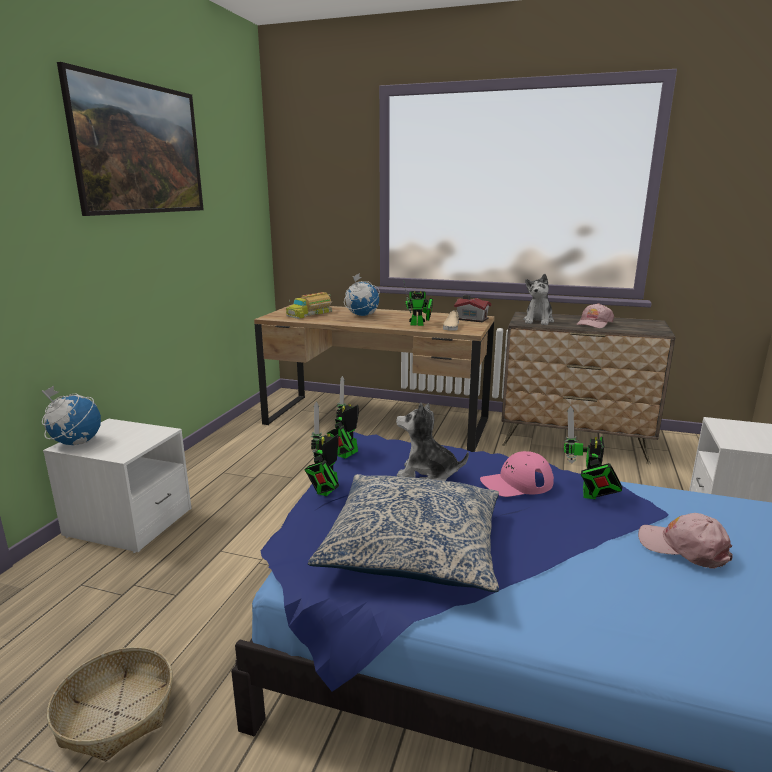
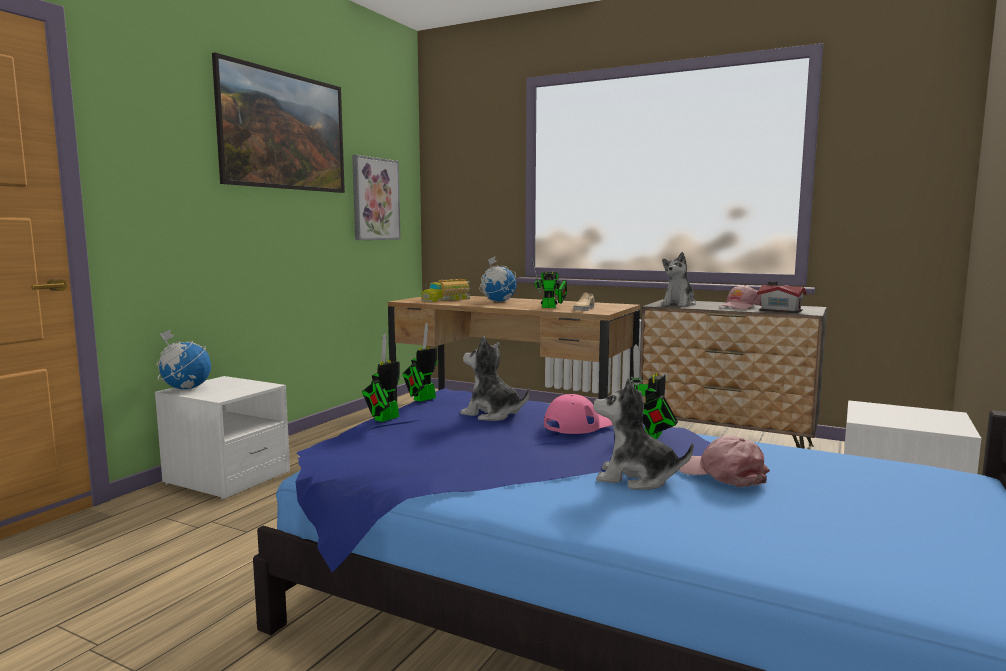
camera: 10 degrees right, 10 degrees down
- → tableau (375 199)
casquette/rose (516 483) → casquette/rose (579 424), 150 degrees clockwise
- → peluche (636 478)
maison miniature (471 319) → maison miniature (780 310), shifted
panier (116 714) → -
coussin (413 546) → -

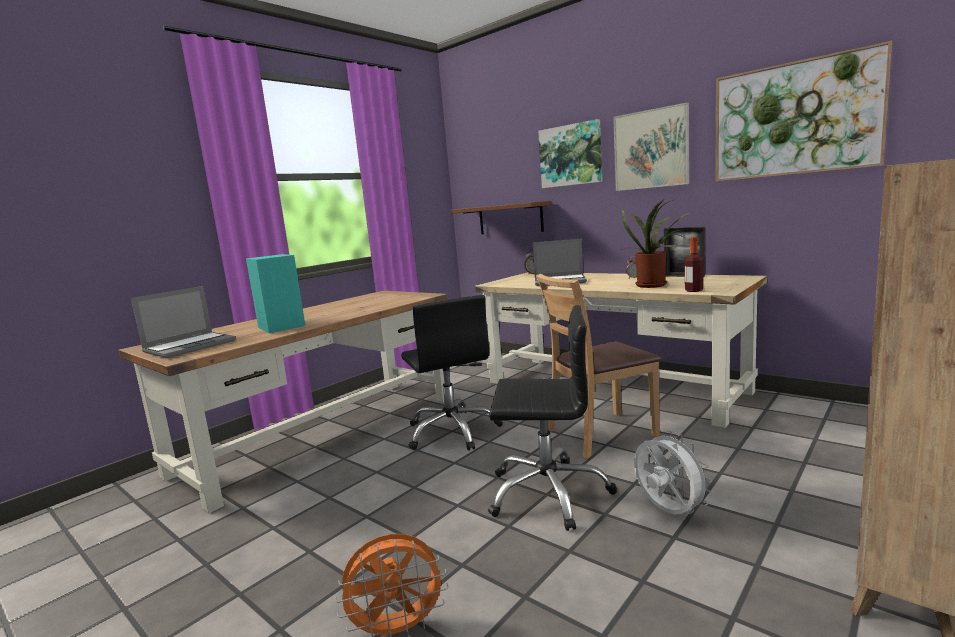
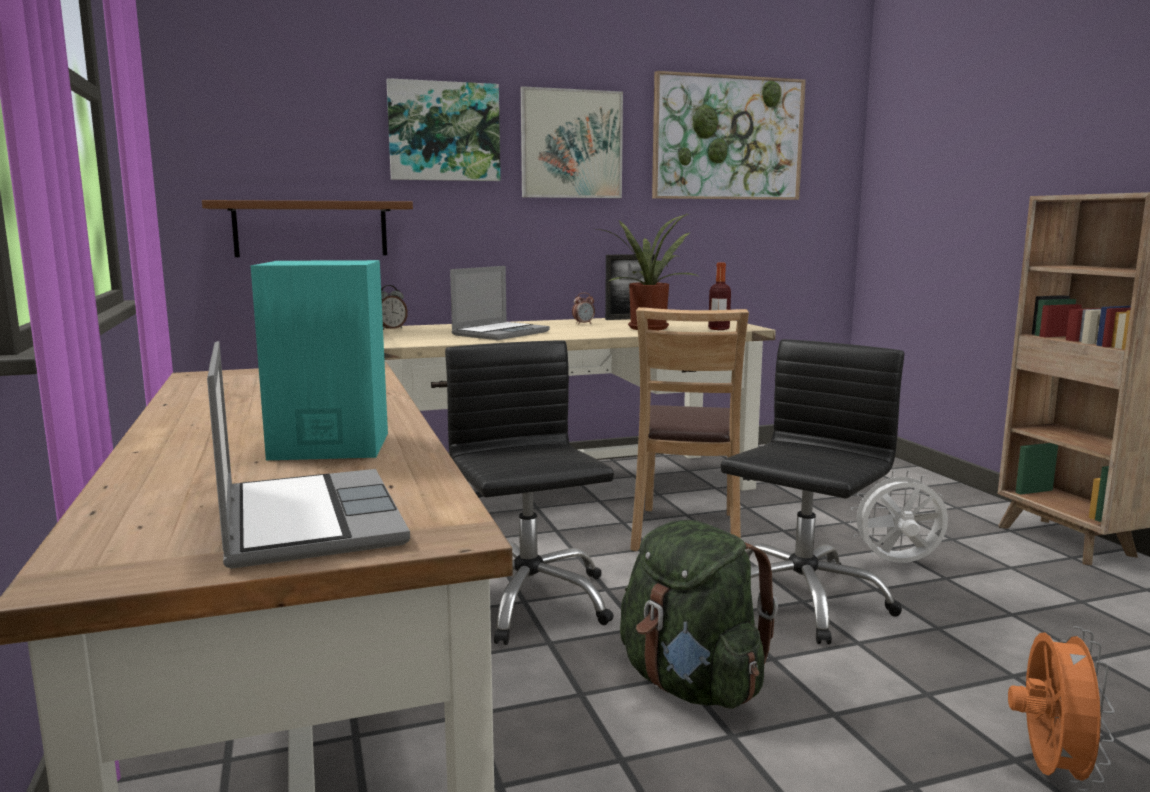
camera: 60 degrees left, 0 degrees up
chaise de bureau/noir (453 431) → chaise de bureau/noir (528 601), 120 degrees counterclockwise
- → sac à dos/vert (691 684)

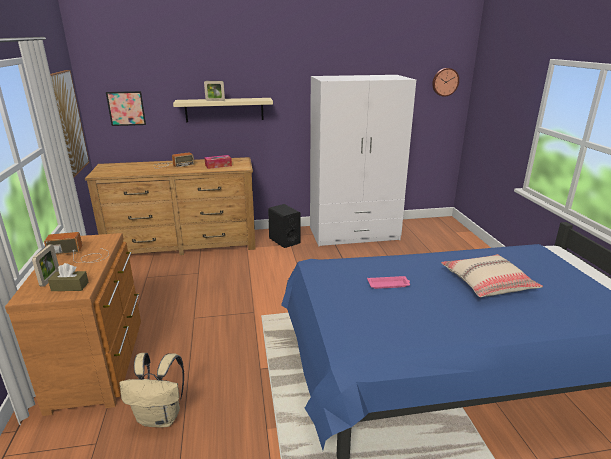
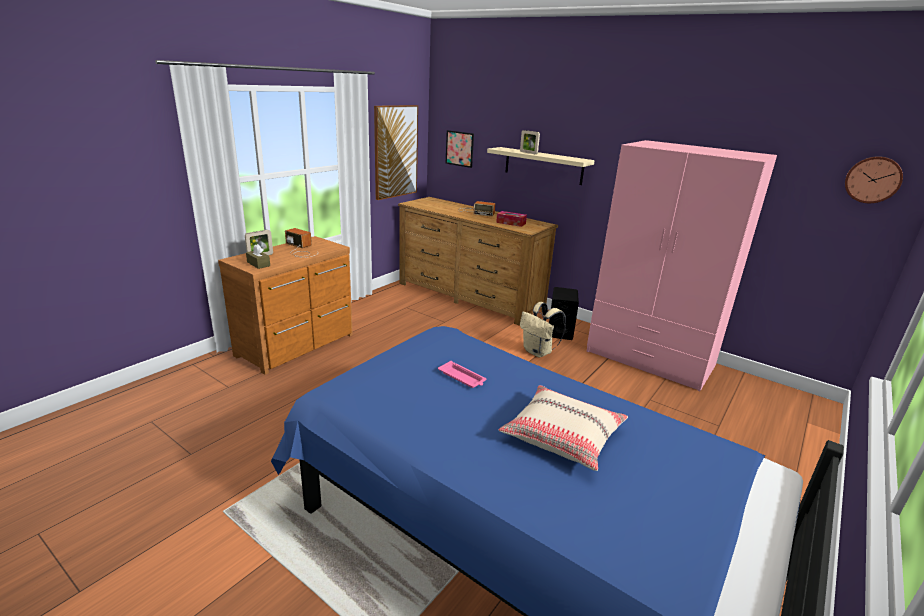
camera: 45 degrees right, 0 degrees up
sac à dos/beige (161 417) → sac à dos/beige (538 352), shifted
armoire/blanc (354 234) → armoire/rose (650 359)

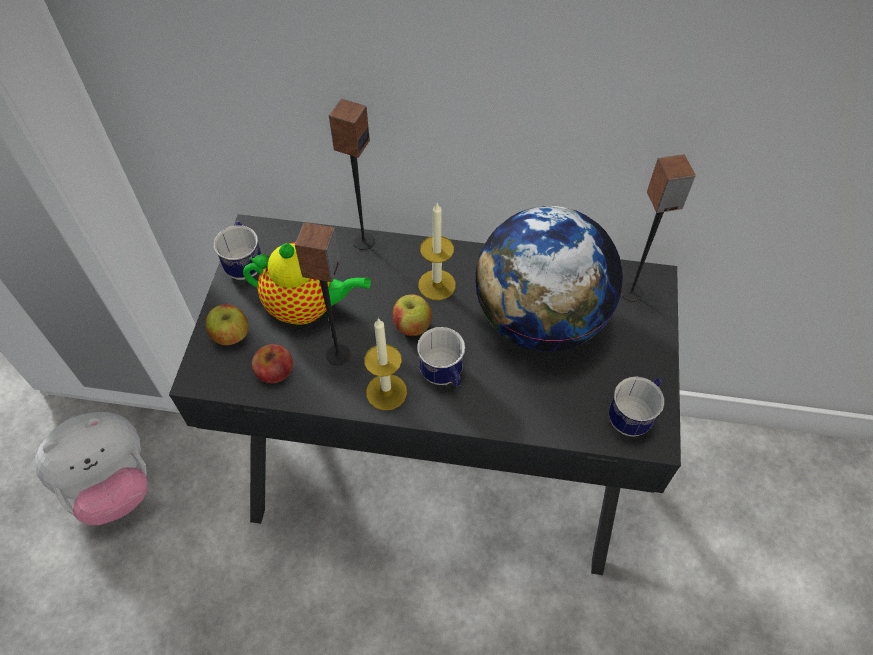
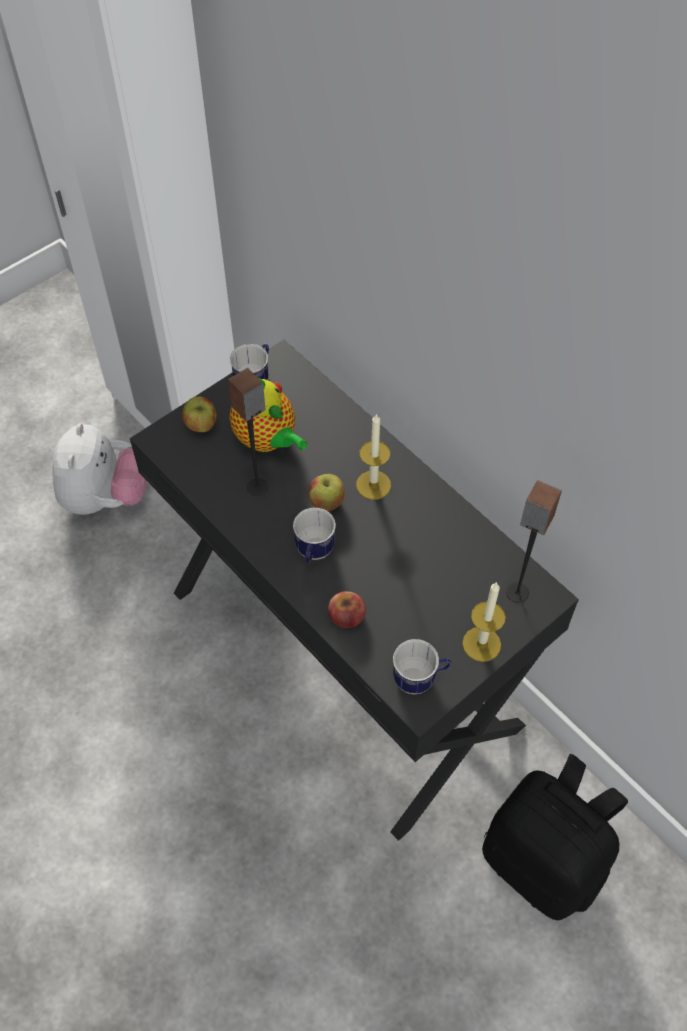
camera: 40 degrees right, 0 degrees up
peluche (113 485) → peluche (105 497), 90 degrees counterclockwise
pomme (274 370) → pomme (346 615), shifted
bougie (386 392) → bougie (481 644), shifted
- → sac à dos/noir (543 861)
enceinte (363 241) → -
globe (539 319) → -

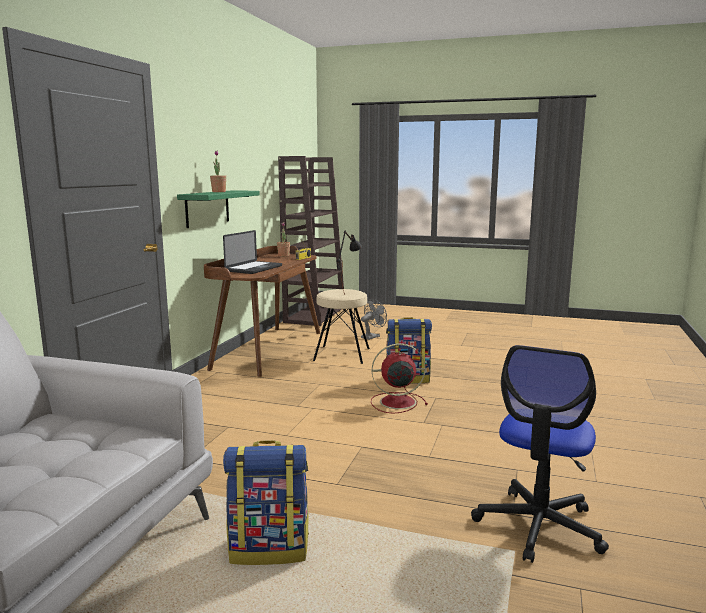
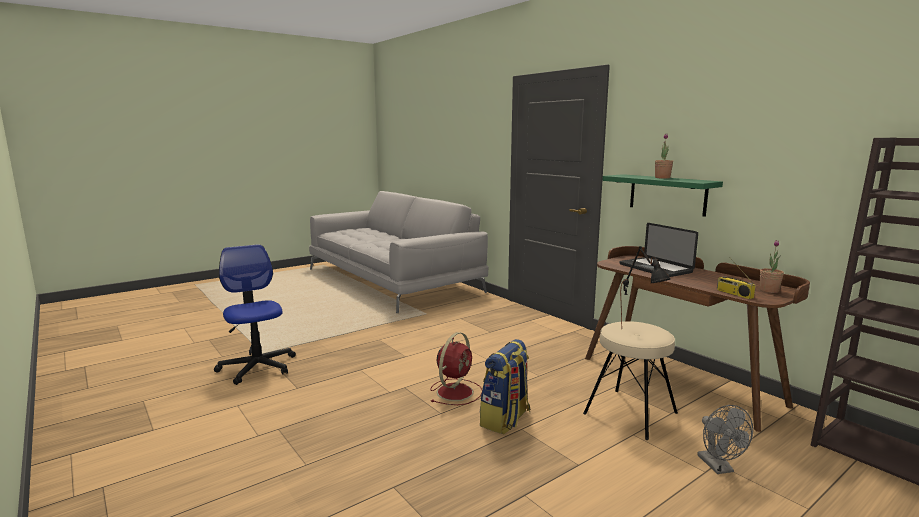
camera: 125 degrees right, 0 degrees up
sac à dos (270 549) → -

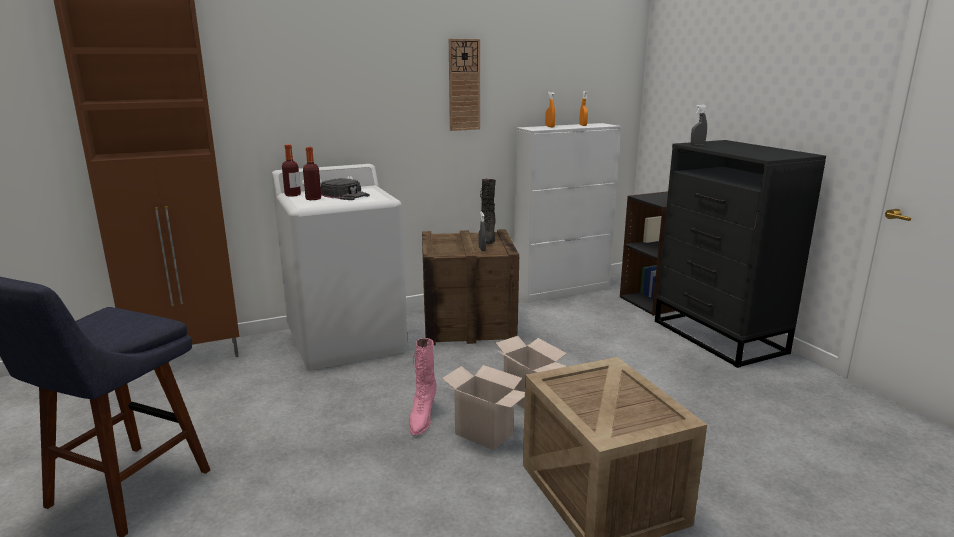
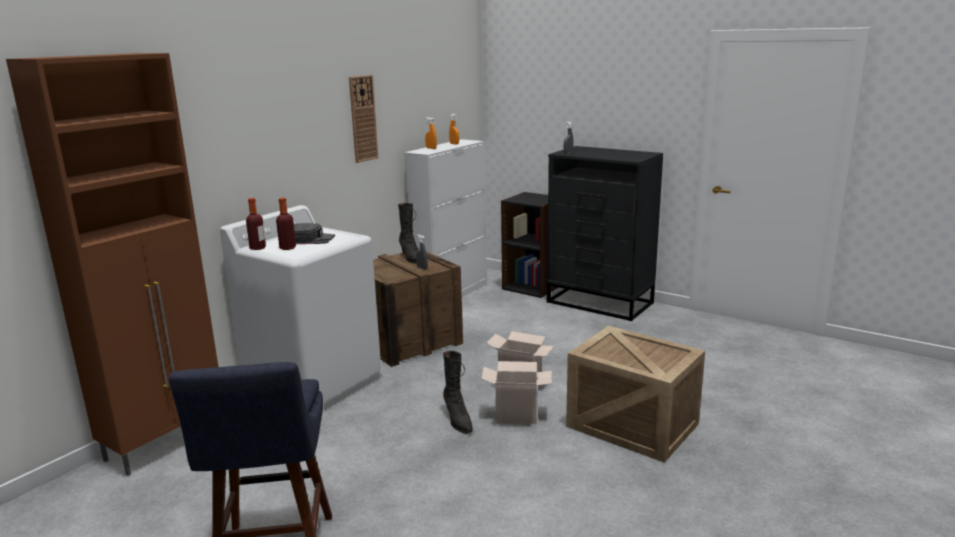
camera: 30 degrees left, 0 degrees up
botte/rose (422 418) → botte/noir (458 420)

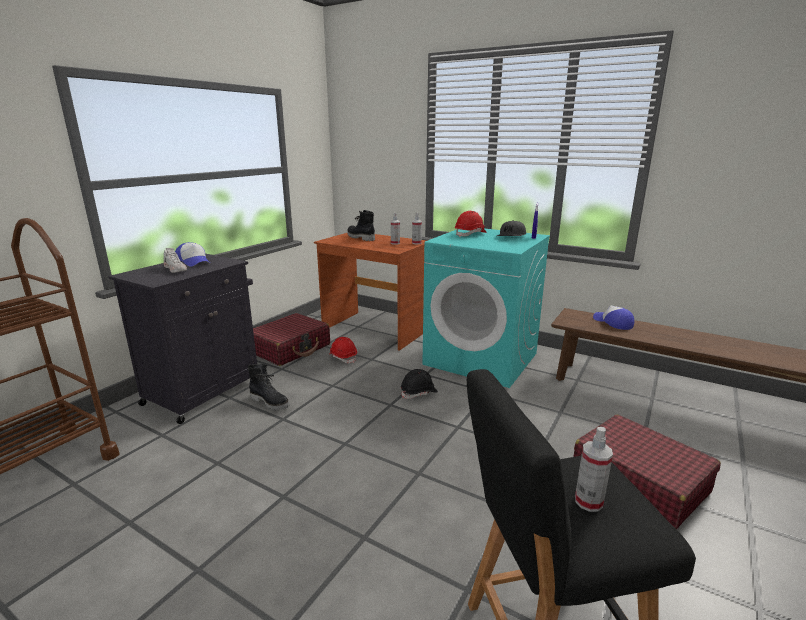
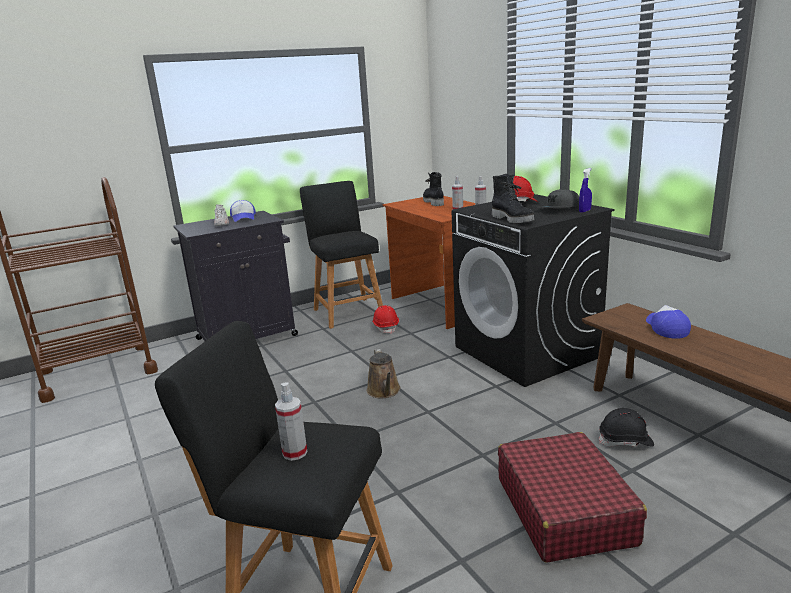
camera: 30 degrees right, 0 degrees up
valise/rouge (290 348) → tabouret/noir (347 311)
- → arrosoir/marron (384 391)
lave-linge/turquoise (481 359) → lave-linge/noir (527 352)
botte/noir (270 402) → botte/noir (513 220), shifted
casque de chantier/noir (419 393) → casque de chantier/noir (625 441), shifted

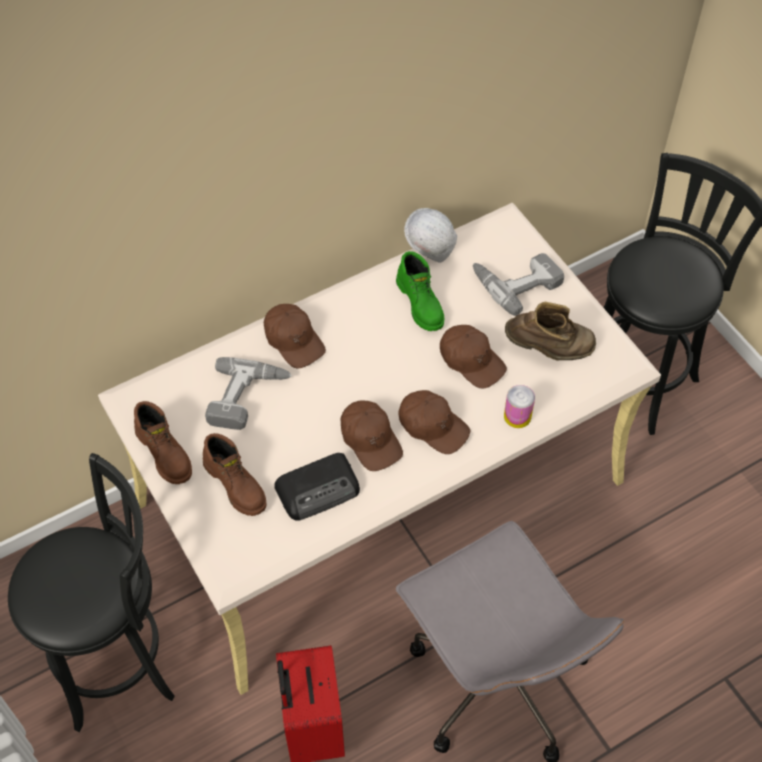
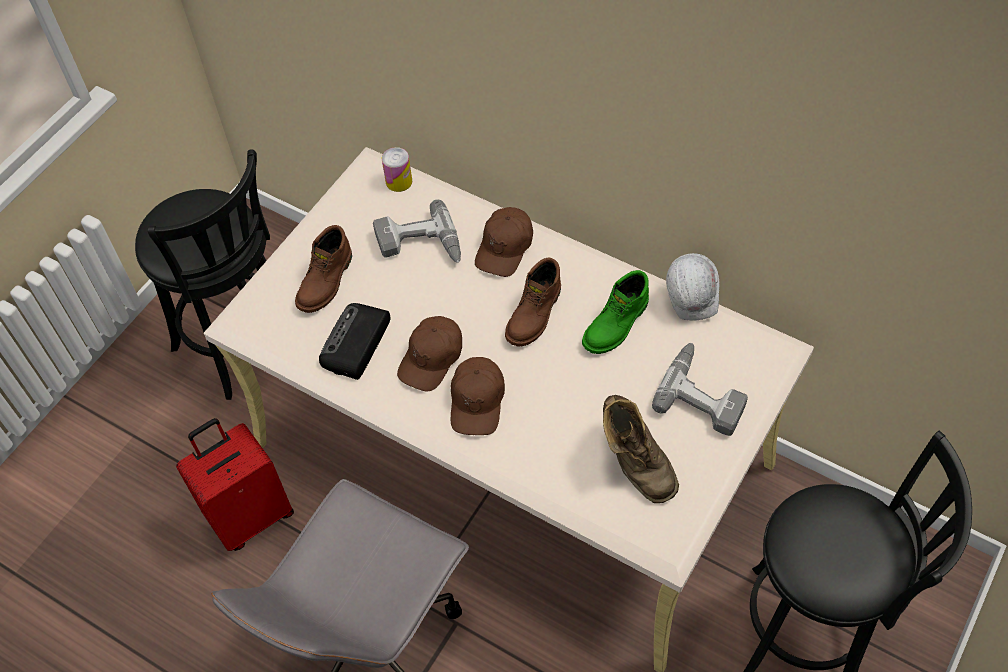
camera: 65 degrees right, 0 degrees up
radio (319 489) → radio (355 344), 75 degrees clockwise
boîte métallique (517 416) → boîte métallique (399 181), shifted
botte/marron (165 453) → botte/marron (535 315), shifted
casquette/marron (471 360) → -

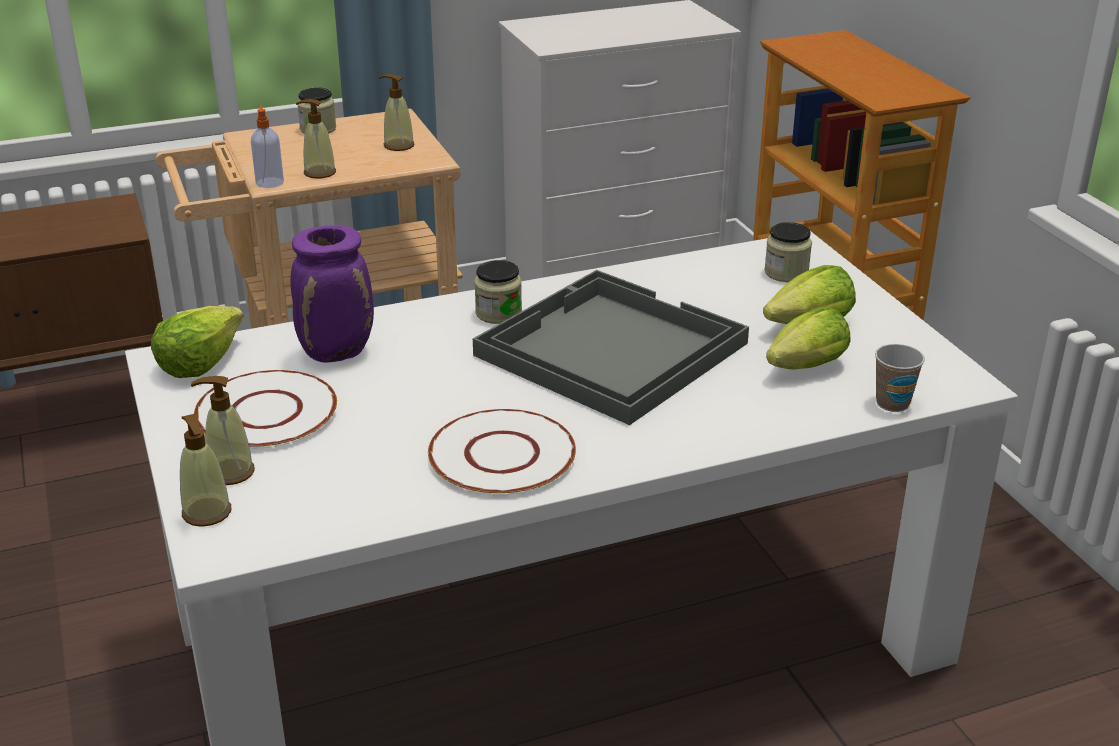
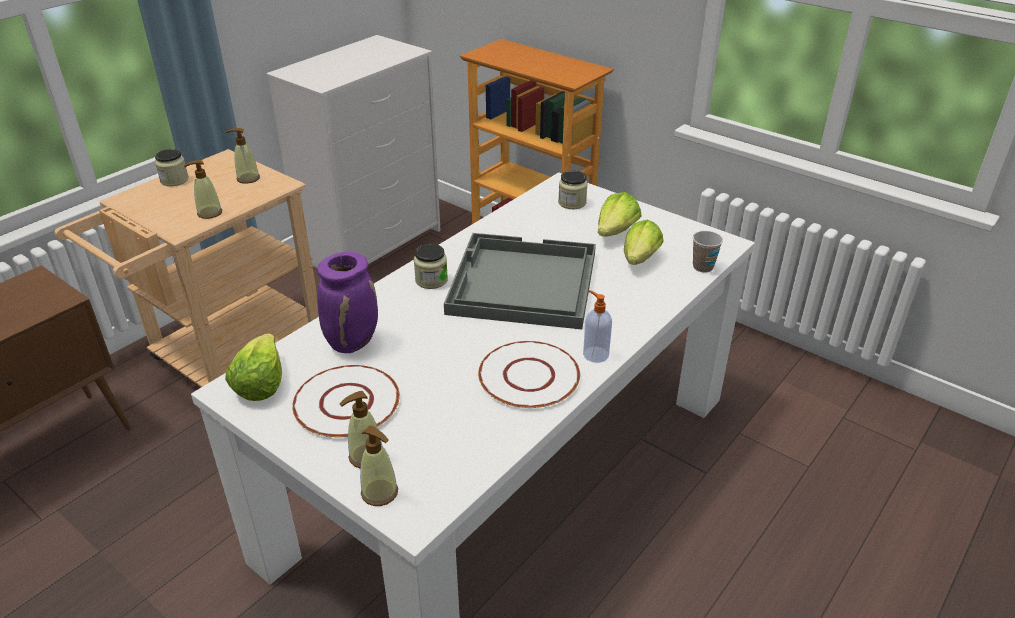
camera: 30 degrees left, 5 degrees up
distributeur de savon (269 182) → distributeur de savon (595 354), shifted

